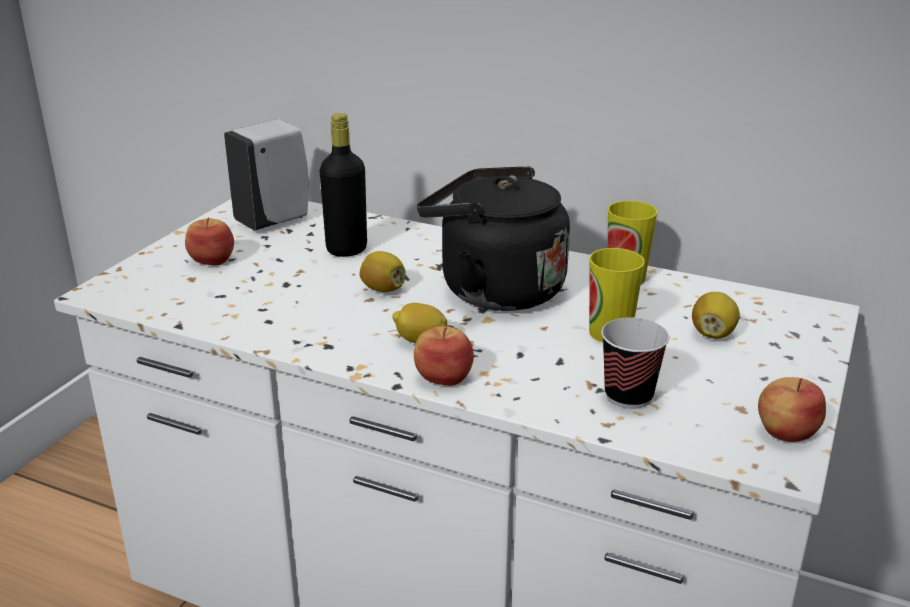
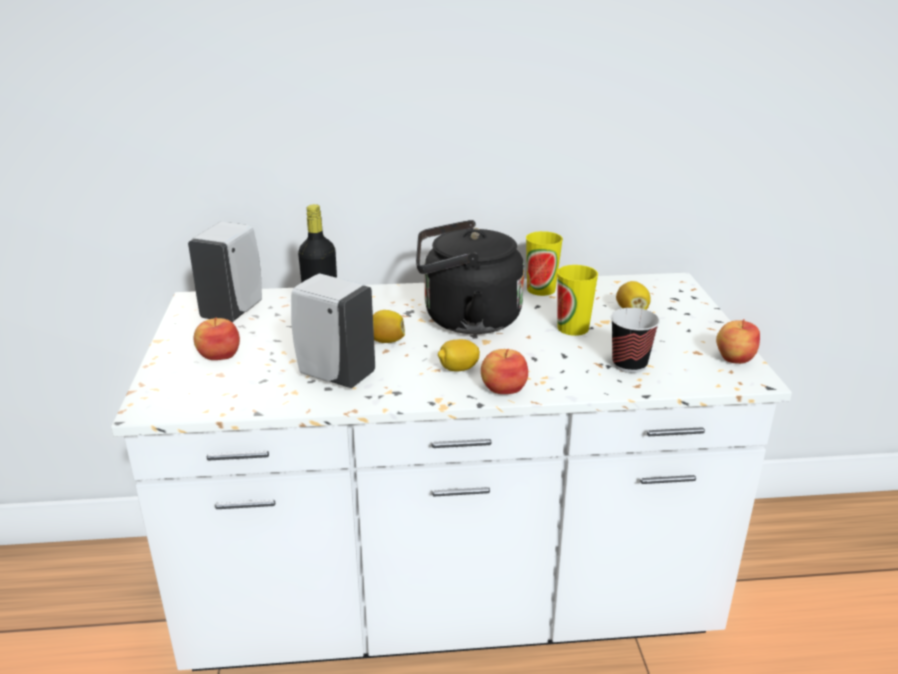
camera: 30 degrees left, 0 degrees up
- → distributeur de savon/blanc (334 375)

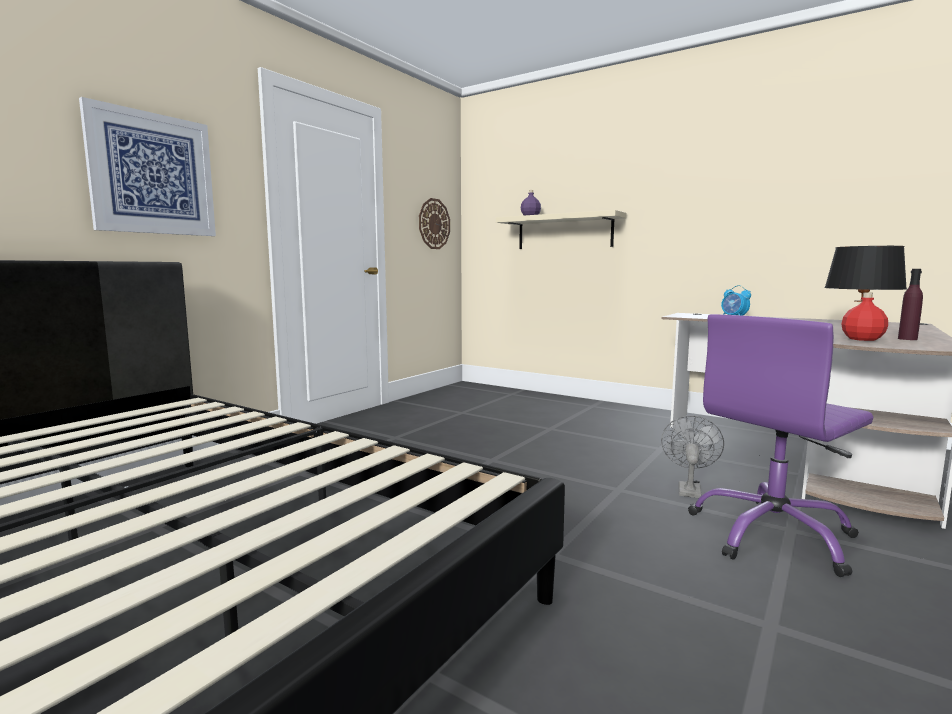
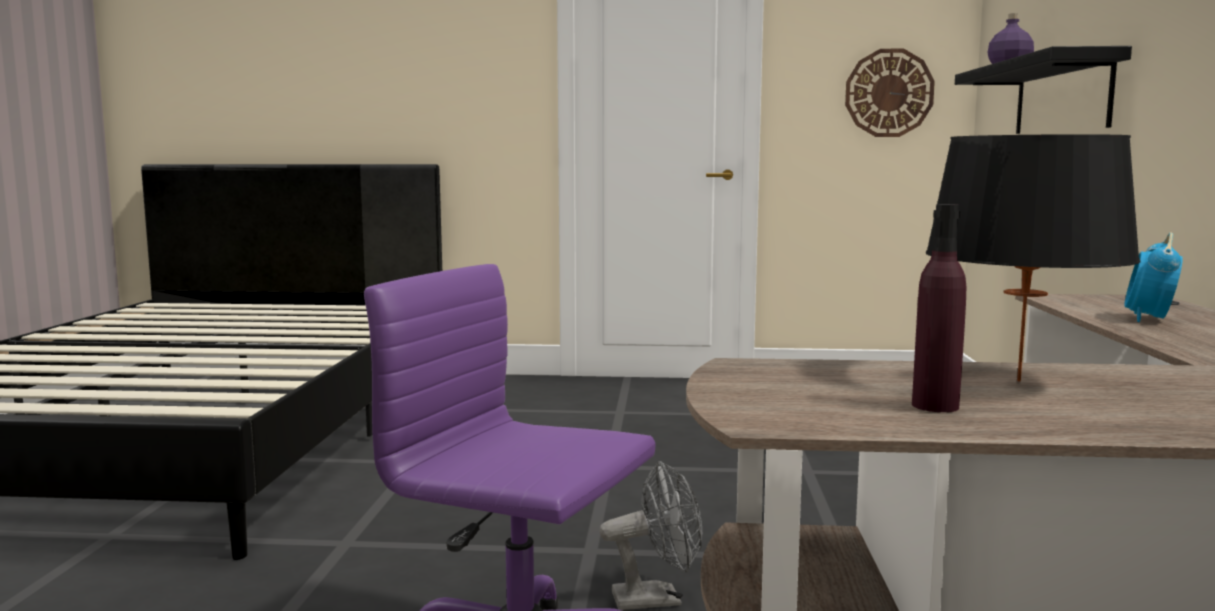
camera: 60 degrees right, 0 degrees up
étagère/beige (564 232) → étagère/noir (1061 96)
tableau (152 174) → -
bouteille/rouge (862 339) → -

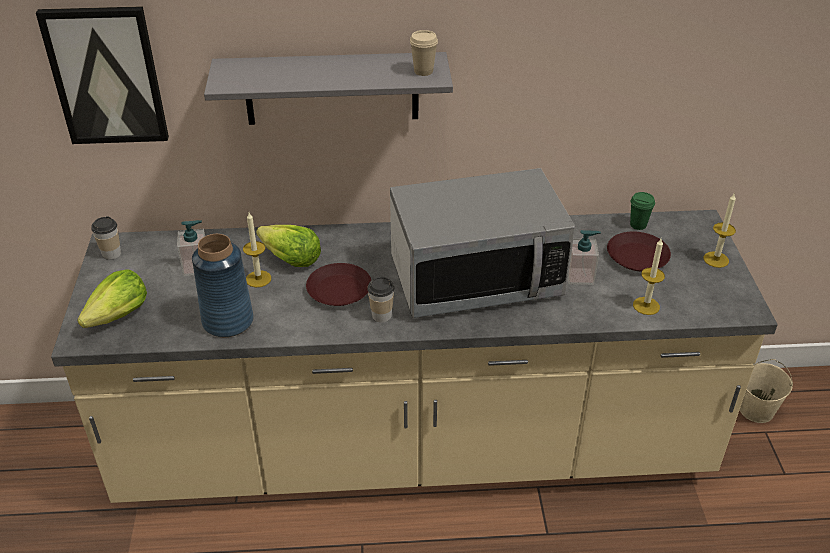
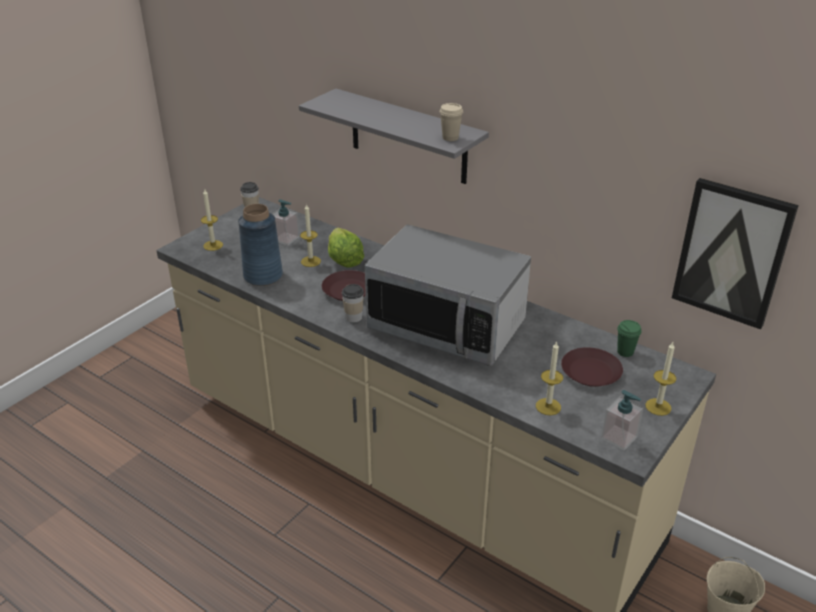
camera: 40 degrees right, 5 degrees down
laitue (119 315) → bougie (213 245)
distributeur de savon (580 276) → distributeur de savon (619 438), shifted
tableau (106 76) → tableau (732 253), shifted

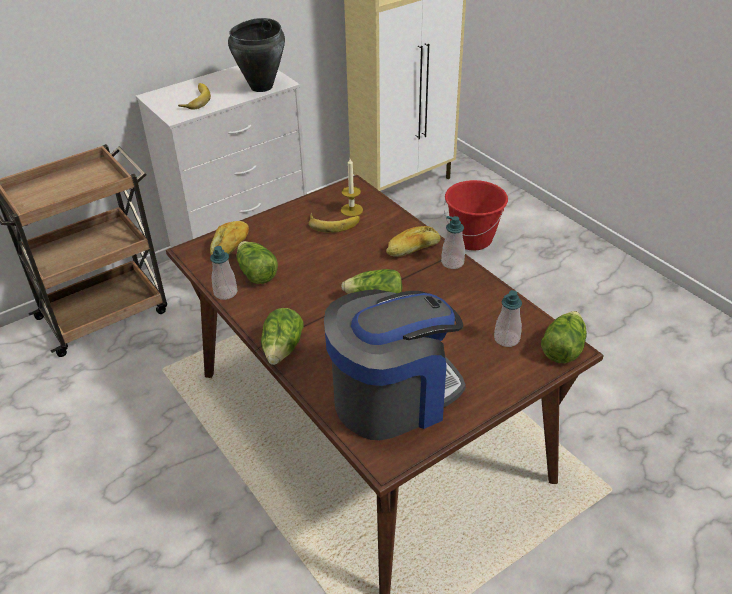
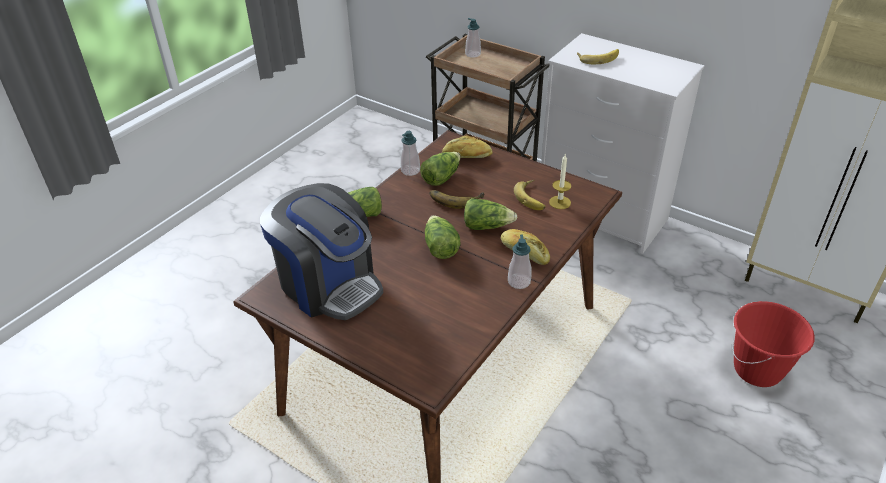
camera: 70 degrees right, 0 degrees up
- → banane (455 198)
laitue (562 348) → laitue (487 226), shifted
distributeur de savon (506 339) → distributeur de savon (473 54), shifted
marmite/noir (262 87) → -

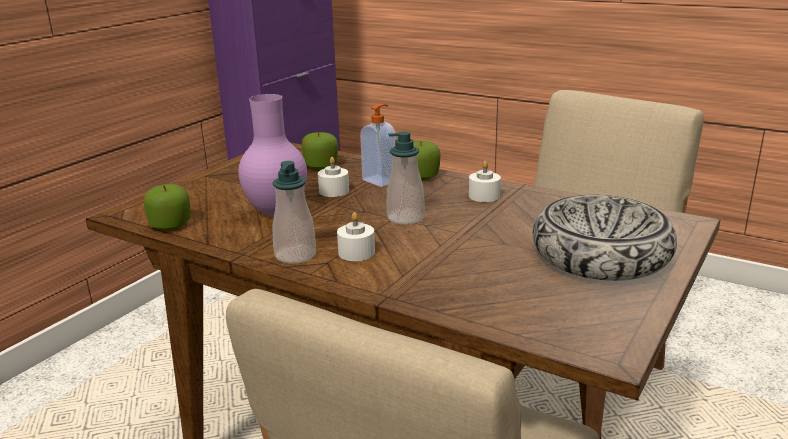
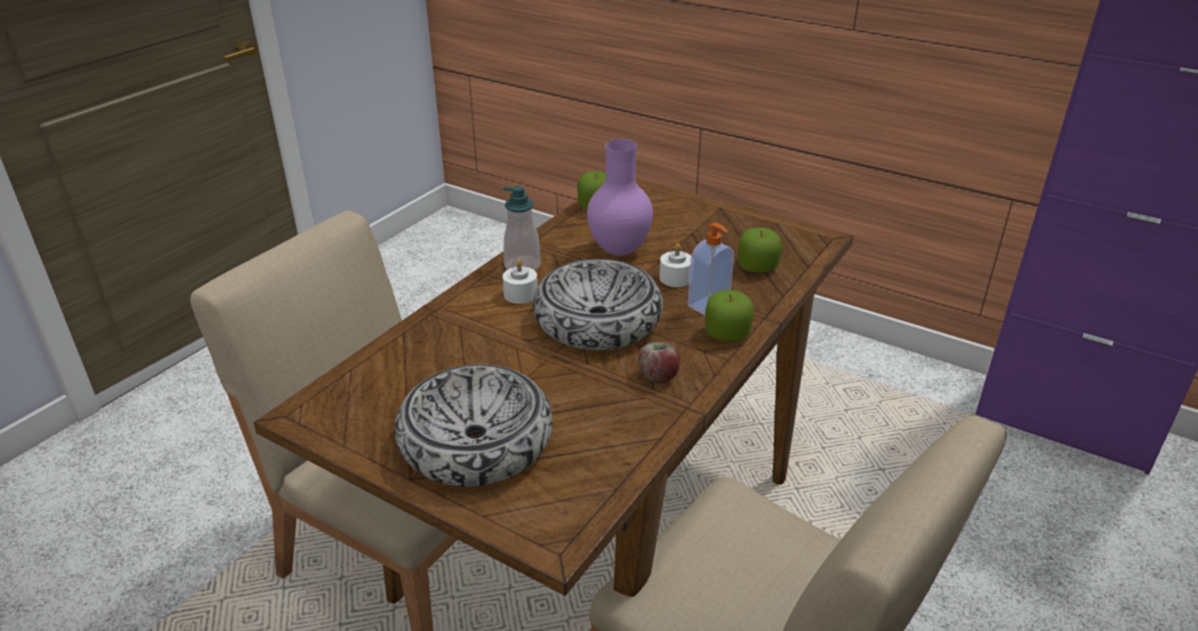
camera: 90 degrees right, 10 degrees up
distributeur de savon (405 218) → bol (597 321)
bougie/blanc (484 196) → pomme (658 376)

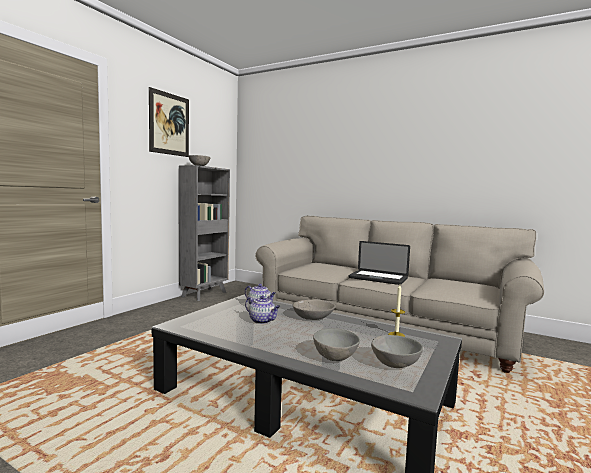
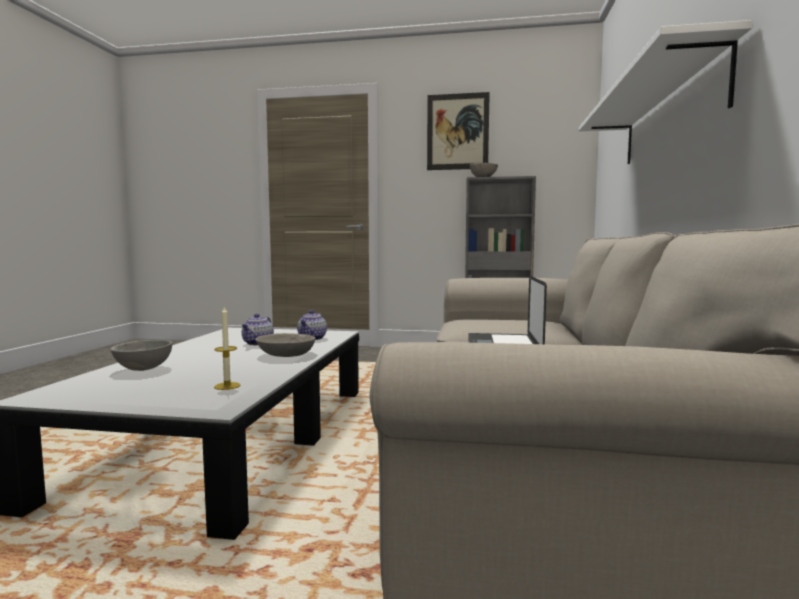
camera: 70 degrees right, 0 degrees up
- → étagère/blanc (669 115)
bol/gris (396 365) → -

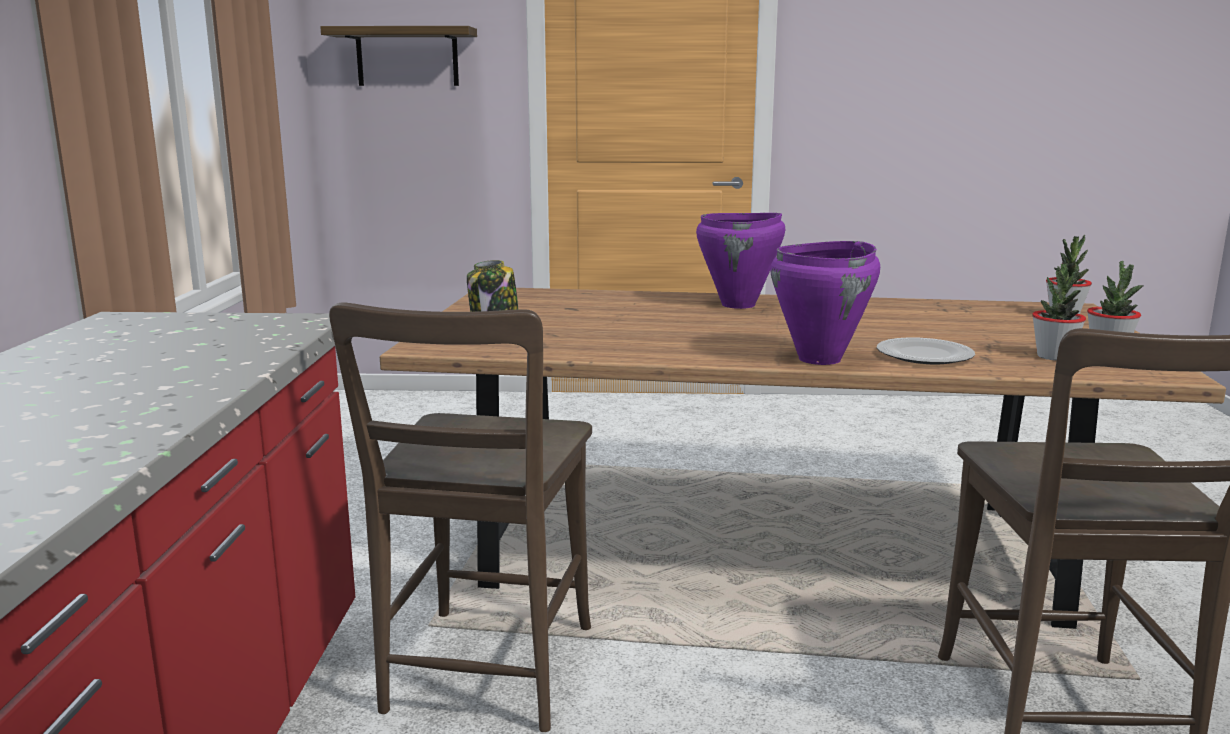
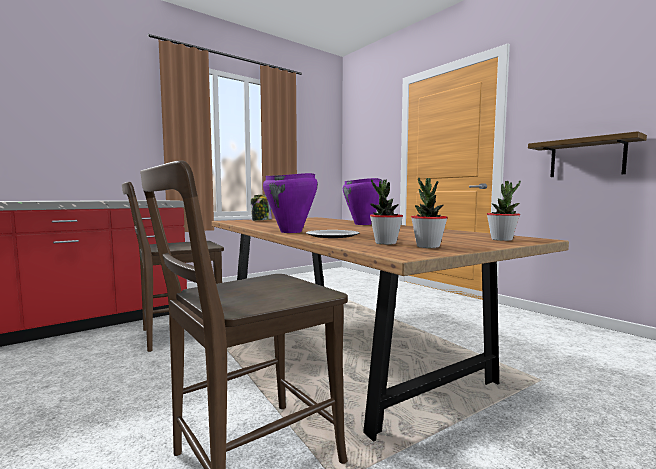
camera: 50 degrees right, 10 degrees down
étagère (407 57) → étagère (586 158), shifted

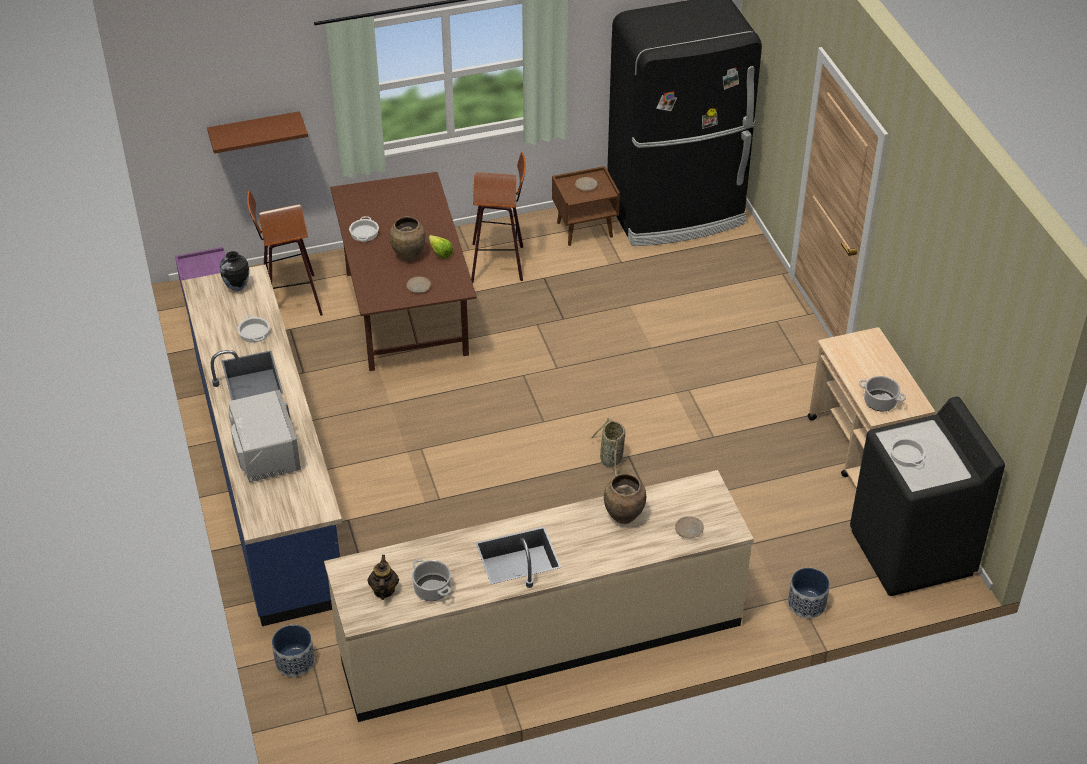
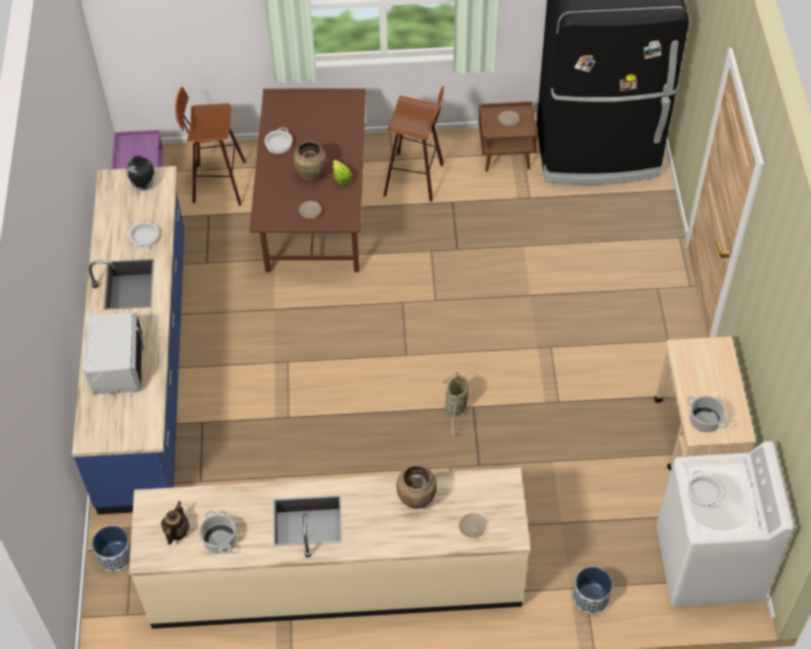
camera: 15 degrees right, 10 degrees up
lave-linge/noir (912 552) → lave-linge/blanc (708 564)
étagère/marron (255 132) → -

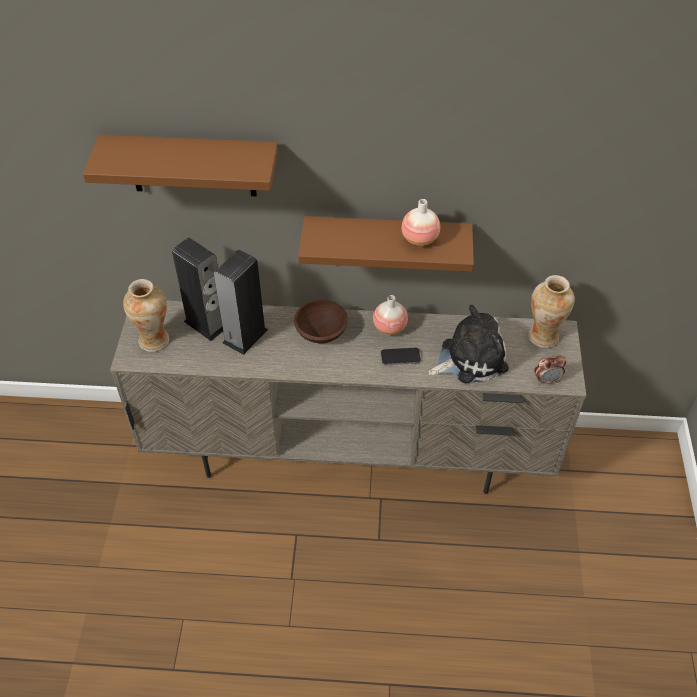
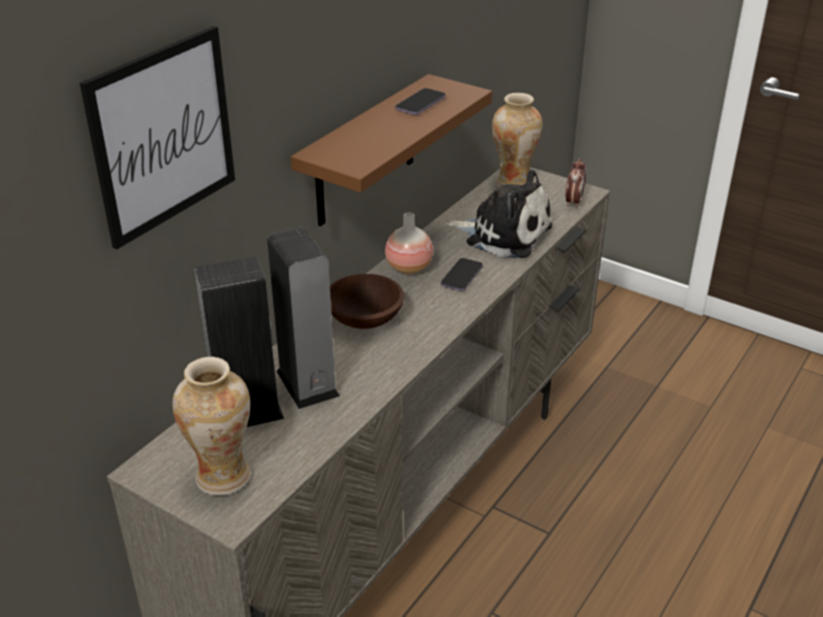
camera: 60 degrees left, 15 degrees down
étagère/marron (192 165) → tableau (163 135)
vase (419 239) → téléphone (420 104)
peluche (469 358) → peluche (503 234), 105 degrees clockwise

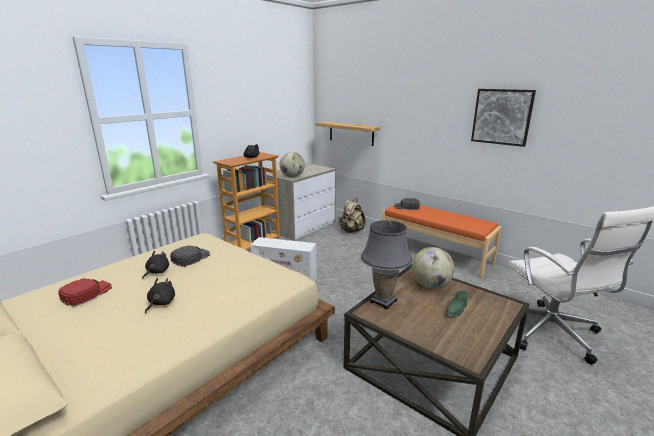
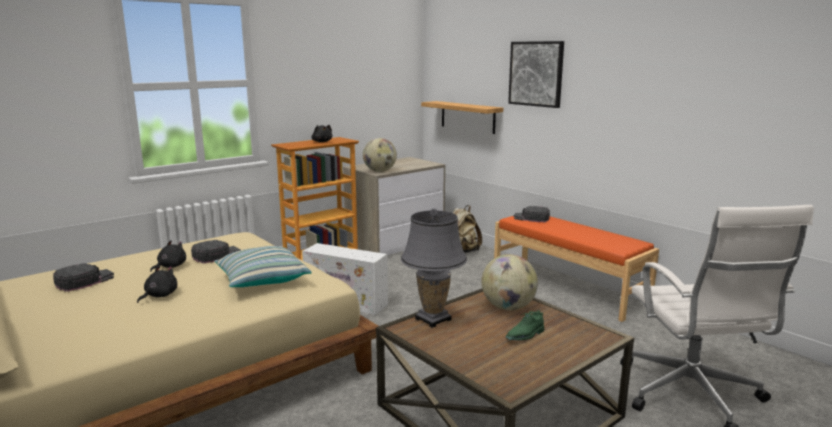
camera: 10 degrees right, 5 degrees down
casquette/rouge (86 293) → casquette/noir (84 281)
- → coussin (262 280)
tableau (502 117) → tableau (536 74), shifted

